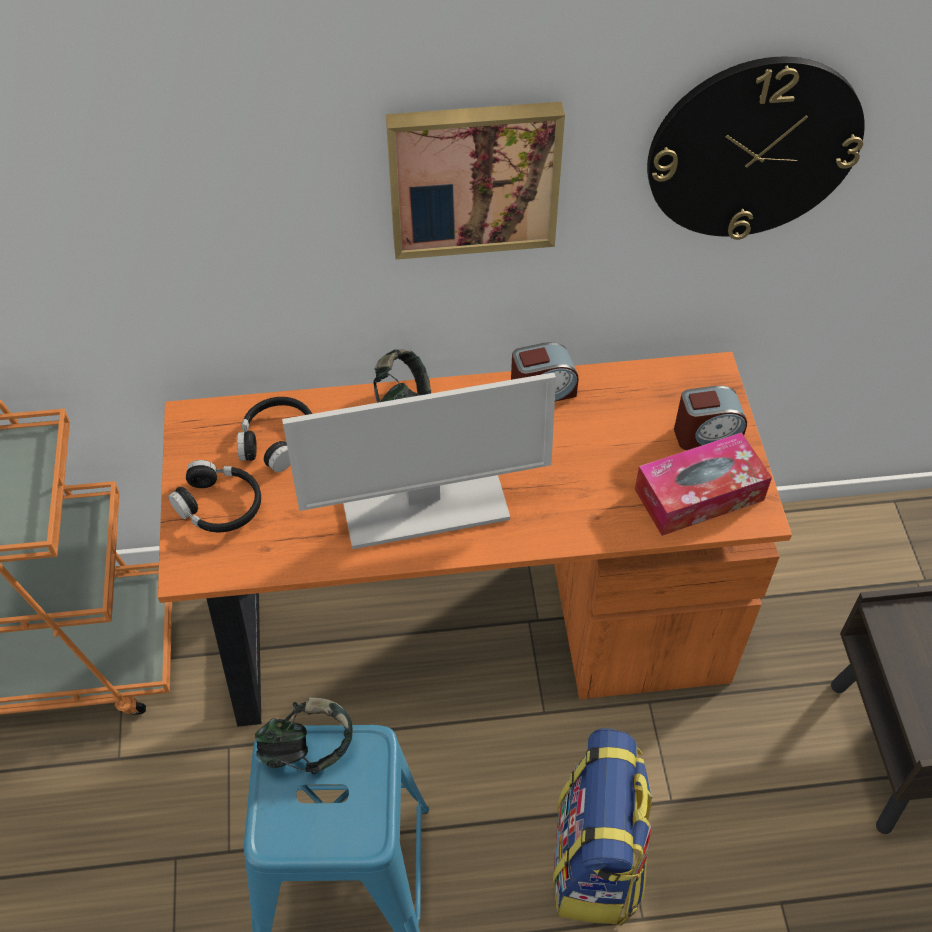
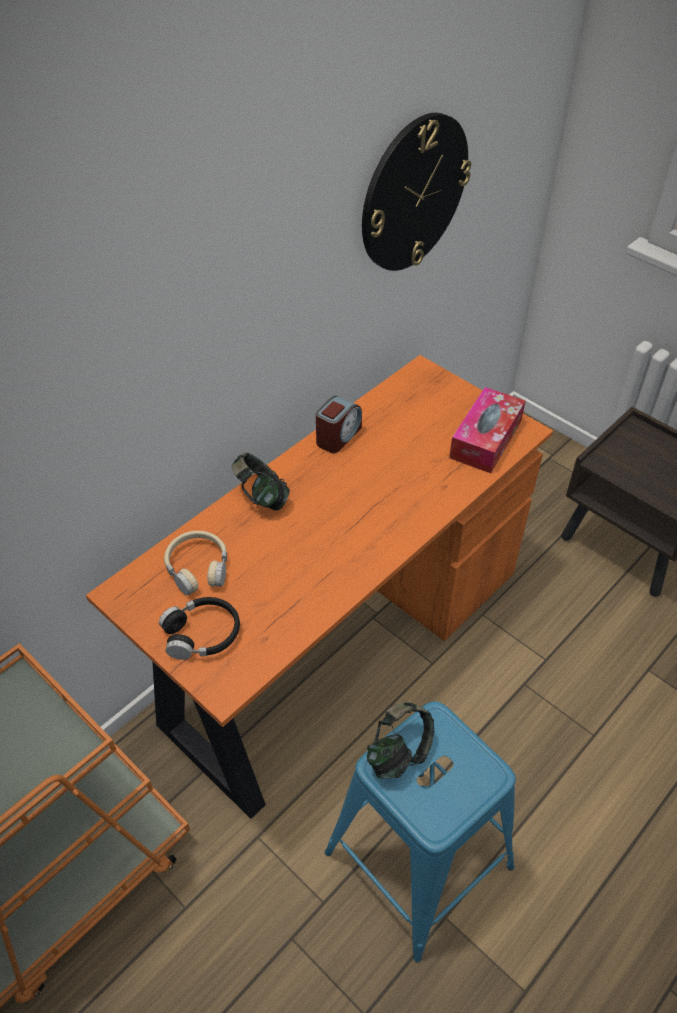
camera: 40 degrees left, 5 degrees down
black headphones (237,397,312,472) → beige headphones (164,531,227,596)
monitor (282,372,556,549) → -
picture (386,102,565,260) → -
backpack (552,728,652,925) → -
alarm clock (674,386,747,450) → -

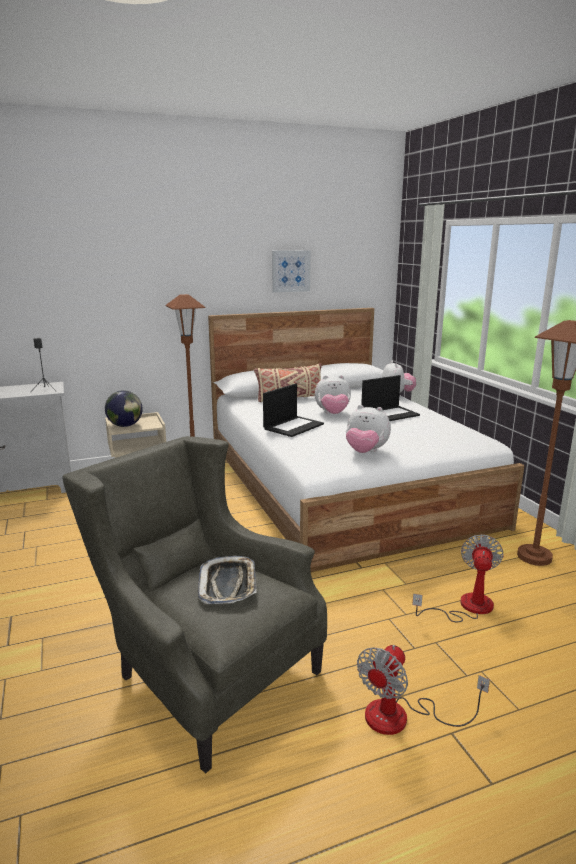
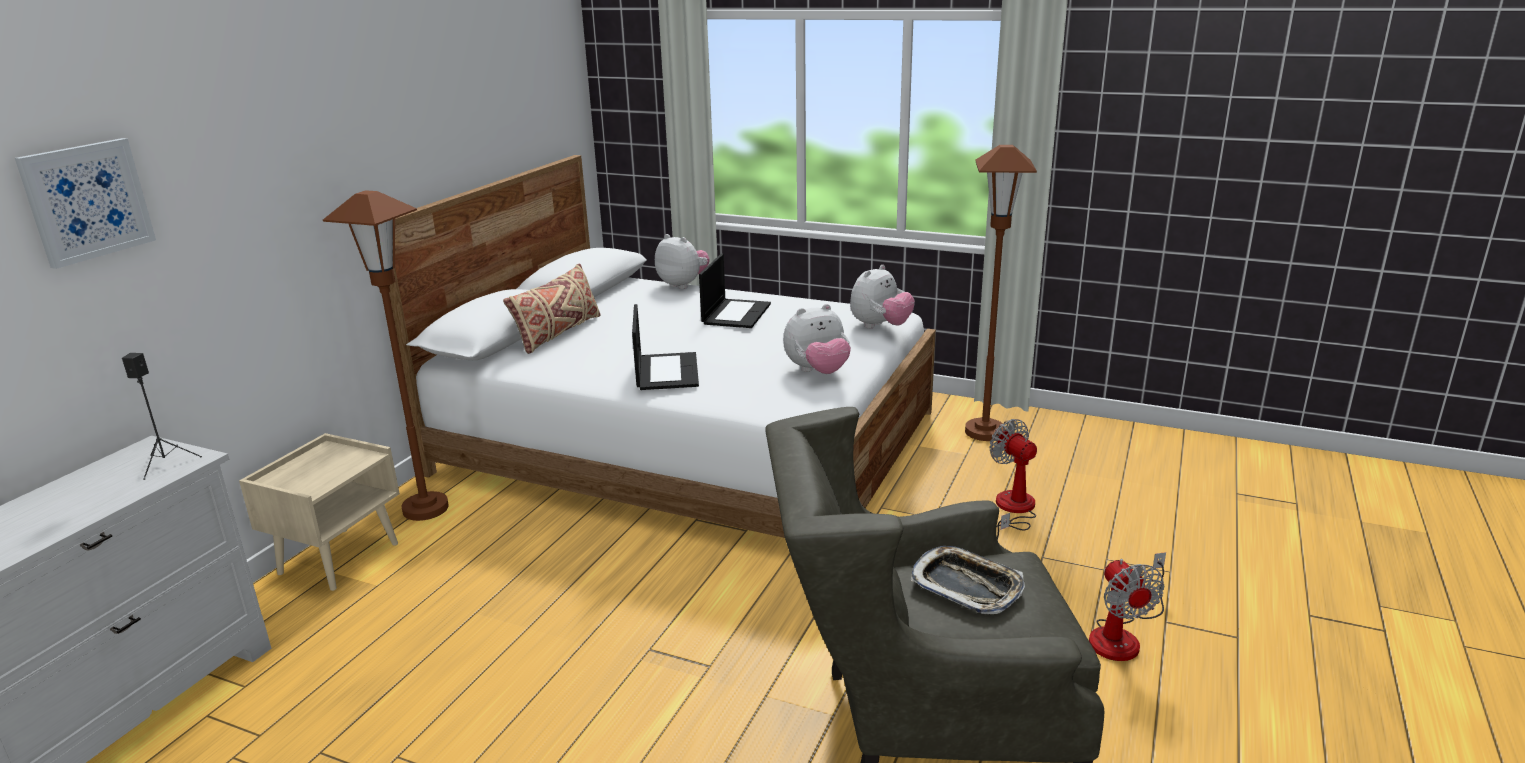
camera: 45 degrees left, 5 degrees up
globe (105,390,143,427) → -
picture (272,250,311,293) → picture (15,138,156,269), moved
plush toy (315,375,351,414) → plush toy (850,265,915,328), moved

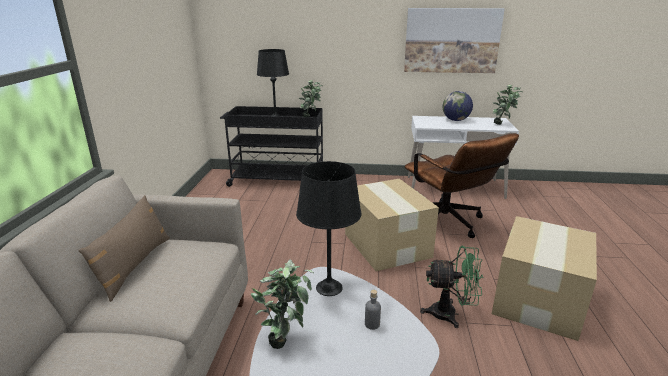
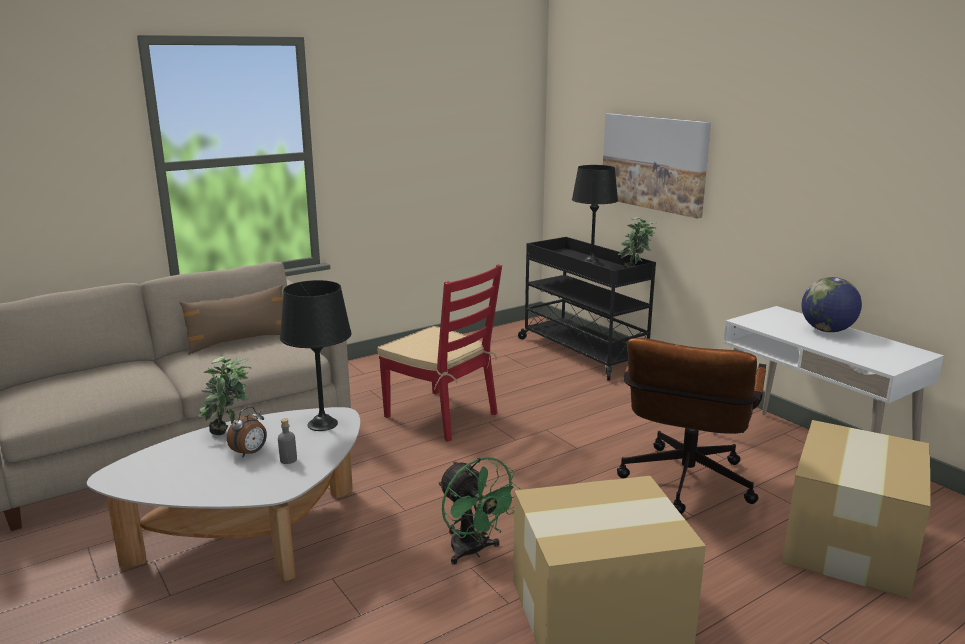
camera: 50 degrees right, 5 degrees down
cardboard box (345,179,439,271) → cardboard box (782,420,931,599), moved
picture (404,8,505,73) → picture (603,113,711,219), moved
potted plant (493,85,523,125) → -
- → alarm clock (227,406,267,457)
- → red chair (377,264,502,442)

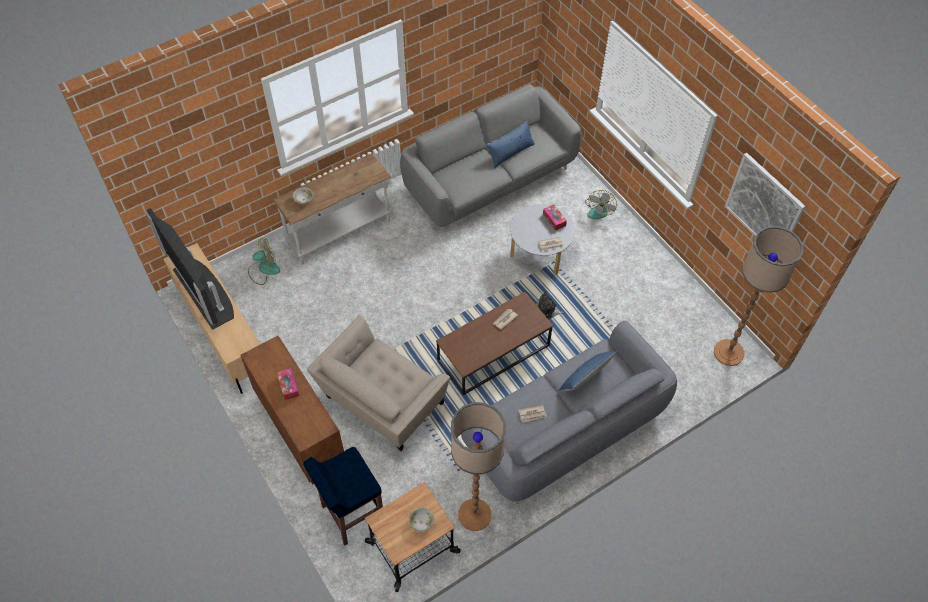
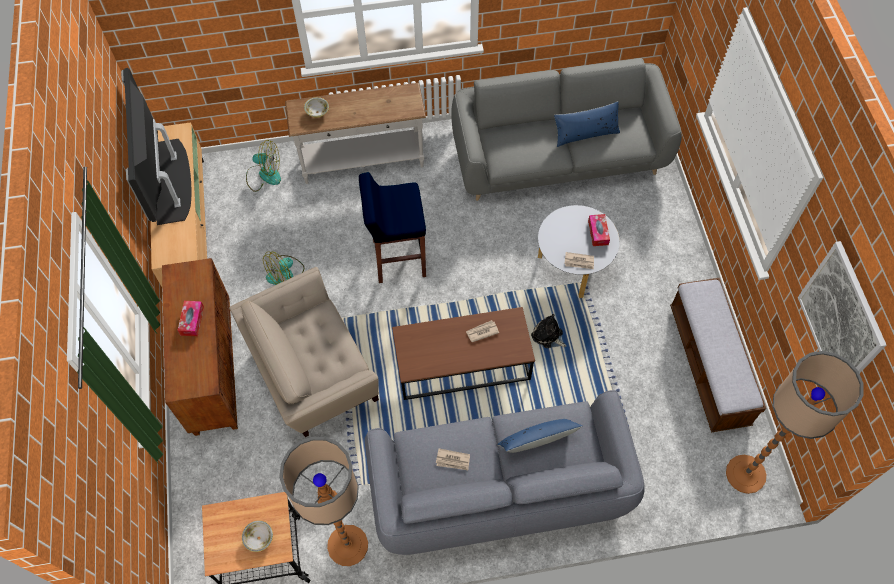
camera: 25 degrees right, 5 degrees up
blue stool (303,447,383,546) → blue stool (359,172,426,283), moved
fan (585,190,617,219) → fan (263,252,304,285), moved
- → bench (670,278,766,433)

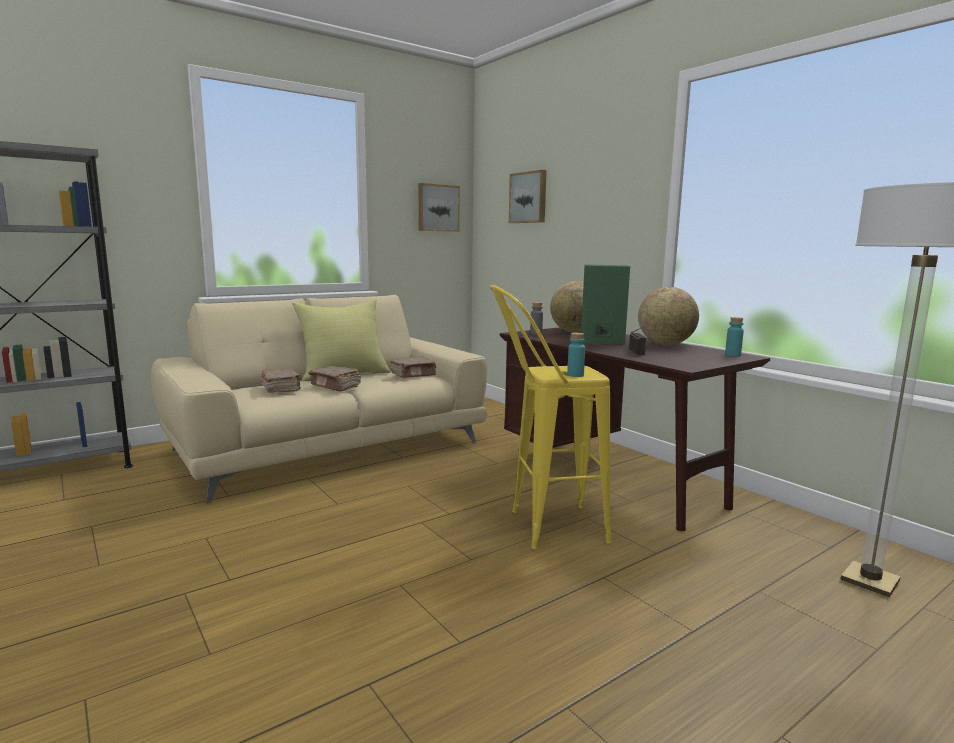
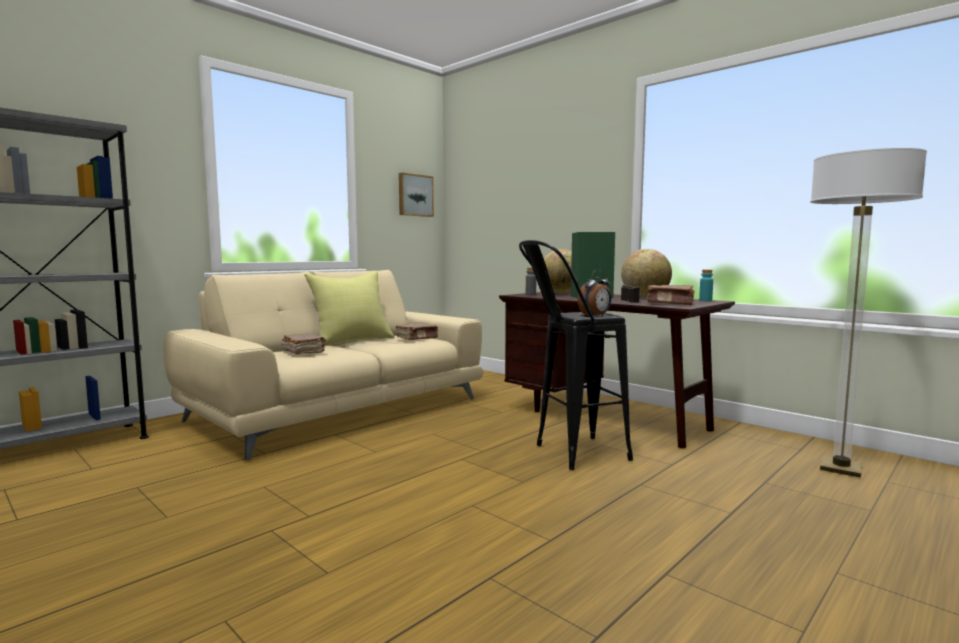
camera: 10 degrees left, 5 degrees down
brown book (308,366,361,391) → brown book (647,285,694,305), moved
yellow stool (490,285,612,549) → black stool (519,240,633,470)
picture (509,170,547,223) → -
turquoise bottle (567,333,585,377) → alarm clock (578,270,611,316)

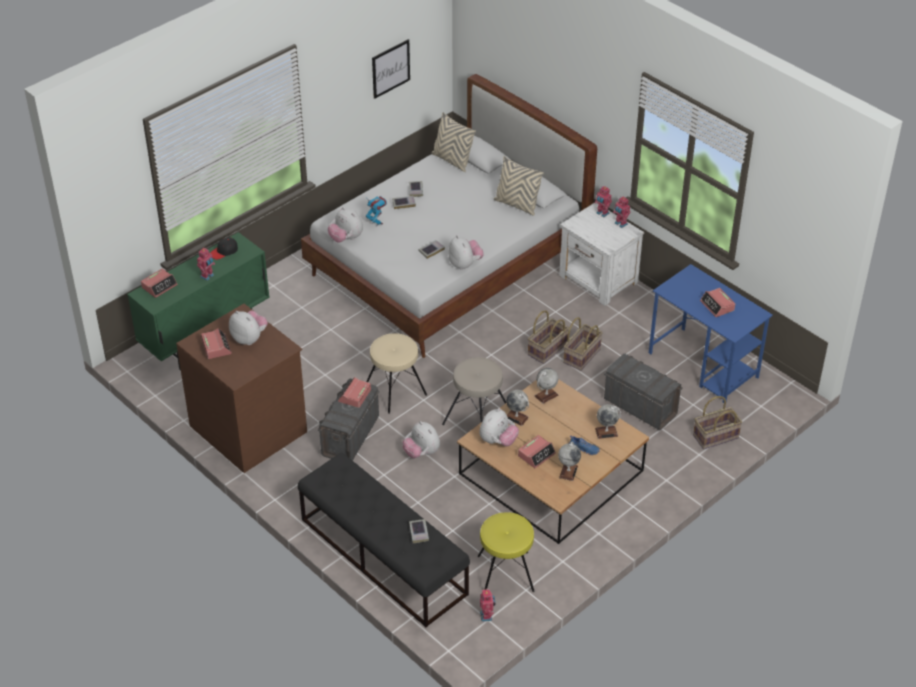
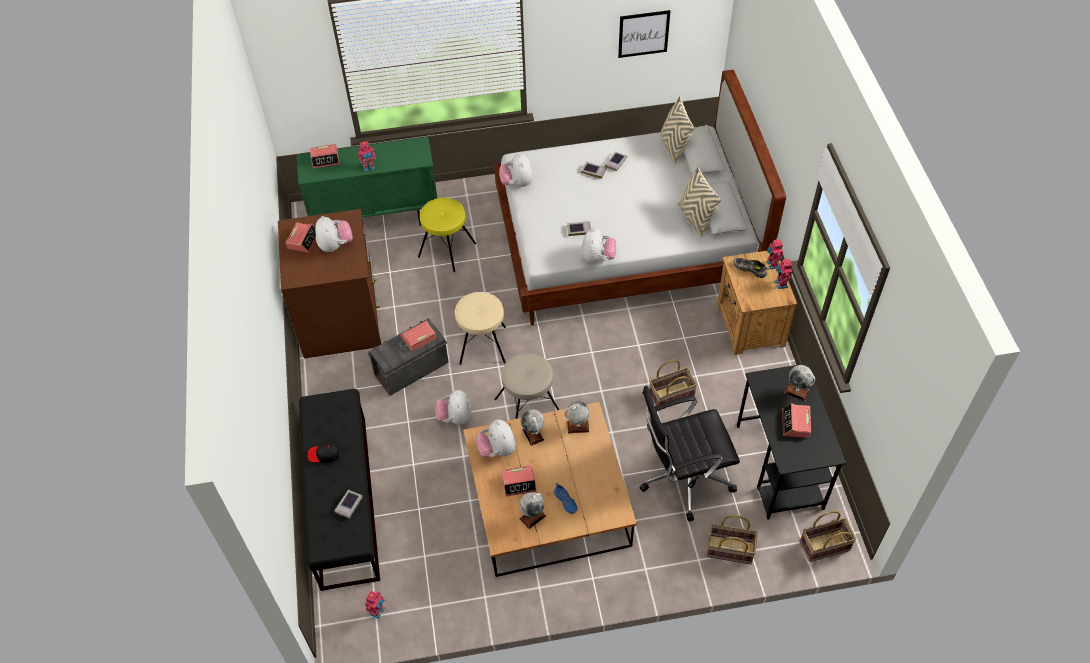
camera: 35 degrees right, 10 degrees up
black cap (210,237,238,260) → black cap (307,441,340,463), moved
toy robot (366,196,387,225) → -
yellow stool (477,512,535,592) → yellow stool (418,198,476,272), moved
plush toy (479,408,519,446) → plush toy (476,420,516,458), 90 degrees clockwise
basket (528,310,569,364) → basket (800,511,856,562), moved
white nightstand (559,203,644,306) → brown nightstand (717,251,797,355)
globe (595,404,621,439) → globe (784,365,815,401), moved
grey storage box (604,353,683,431) → black office chair (639,386,740,522)
blue desk (649,264,773,403) → black desk (737,363,846,520)
- → shoe (733,258,769,278)

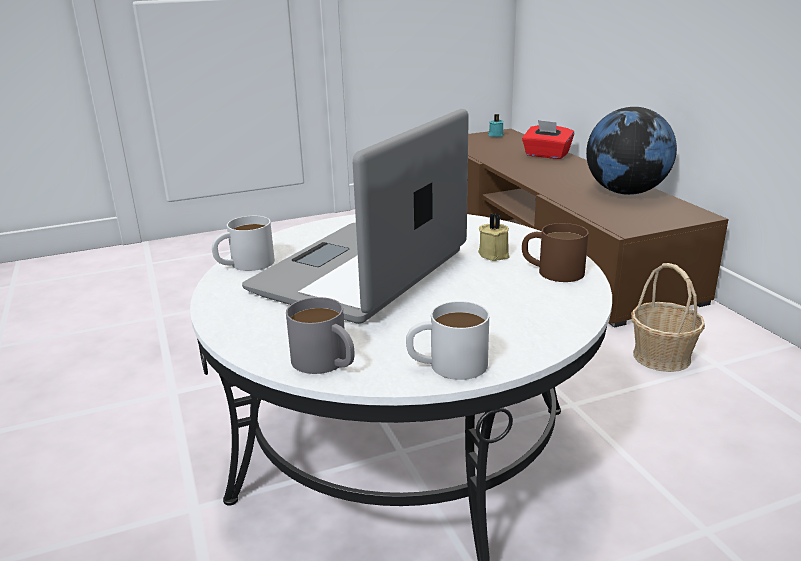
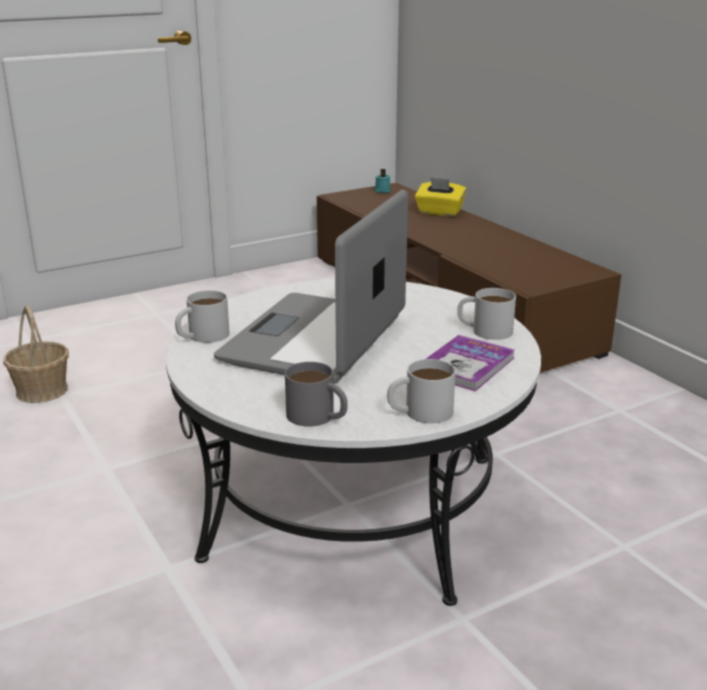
camera: 10 degrees left, 0 degrees up
beige candle (478,213,510,261) → -
red tissue box (522,120,574,159) → yellow tissue box (415,177,467,217)
brown mug (522,223,589,282) → white mug (457,288,516,340)
globe (586,107,677,195) → -
basket (631,263,705,372) → basket (3,305,69,403), moved
- → book (426,335,515,391)

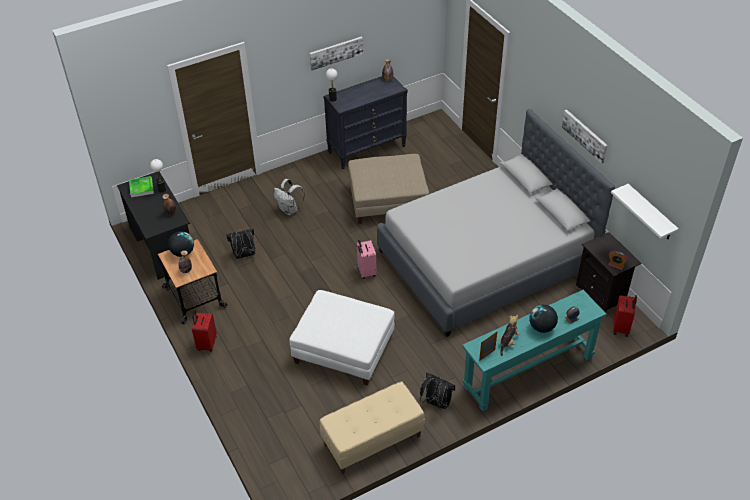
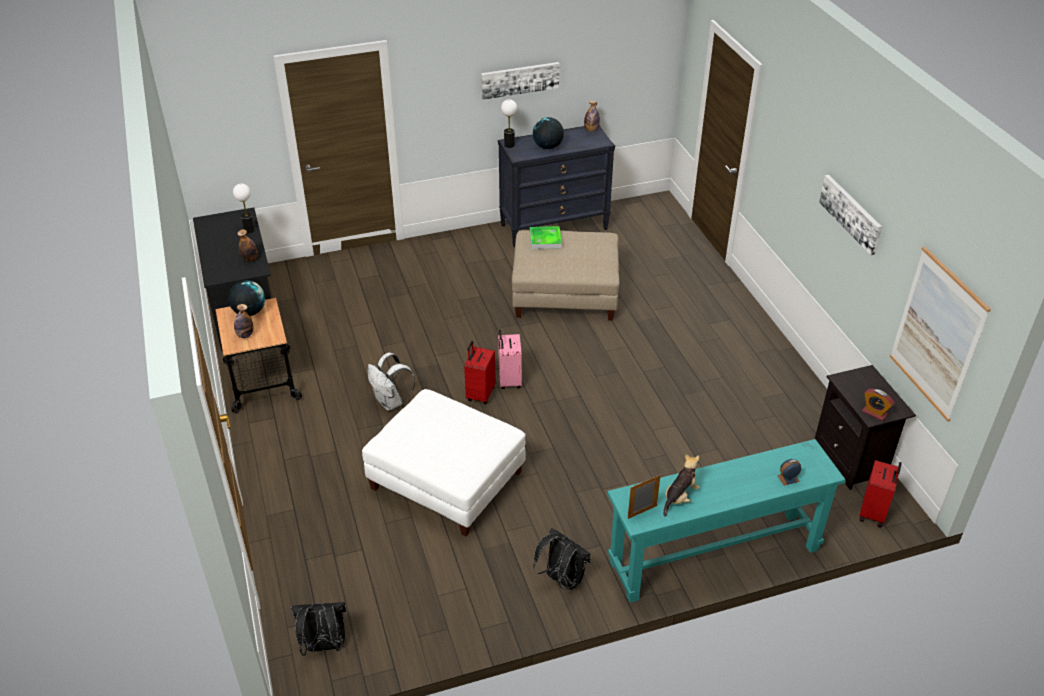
camera: 10 degrees right, 5 degrees down
tray (129,176,154,198) → tray (530,226,562,249), moved
red suitcase (192,310,217,352) → red suitcase (464,341,496,404), moved
black backpack (226,229,255,259) → black backpack (291,602,346,656), moved
white backpack (274,179,305,215) → white backpack (368,353,415,411), moved
beige bench (320,381,425,474) → -
grey bed (377,109,615,337) → -
globe (529,305,558,333) → globe (533,117,564,149), moved
white shelf (611,184,679,239) → picture (890,246,991,422)

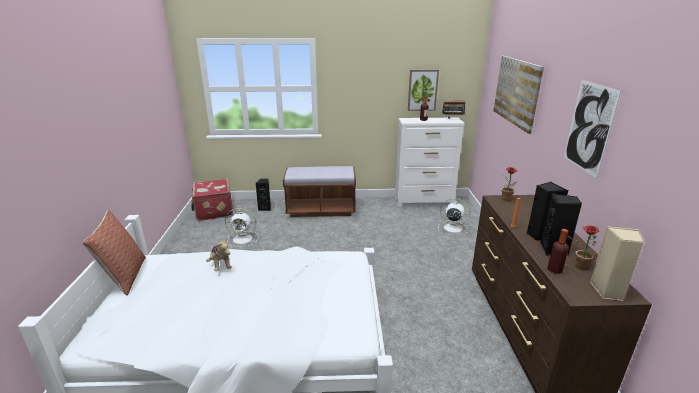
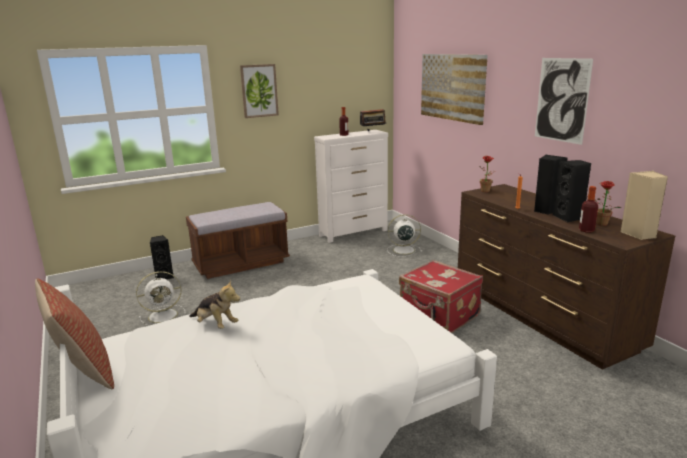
camera: 25 degrees left, 5 degrees down
red suitcase (191,178,233,221) → red suitcase (399,260,483,333), moved
picture (408,70,439,111) → picture (240,64,279,118), moved

